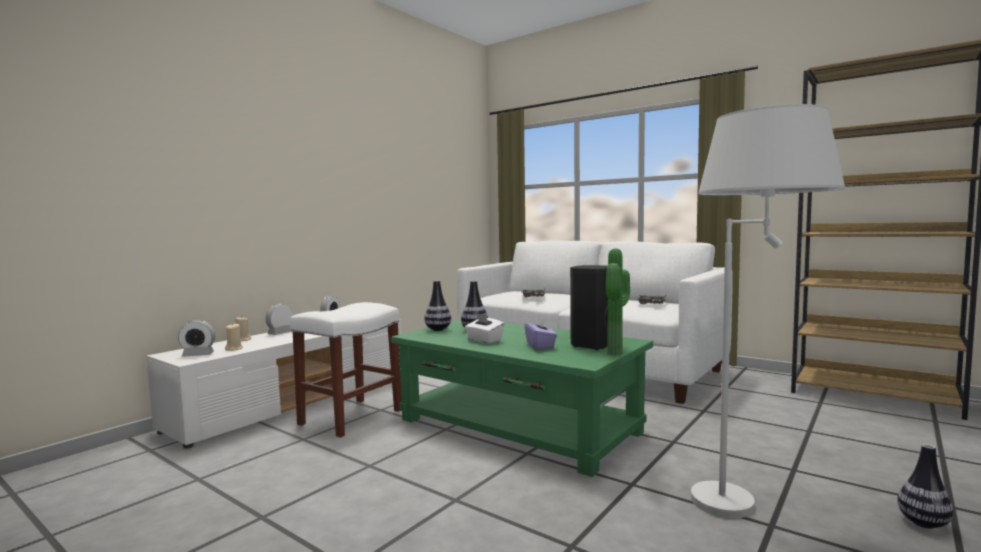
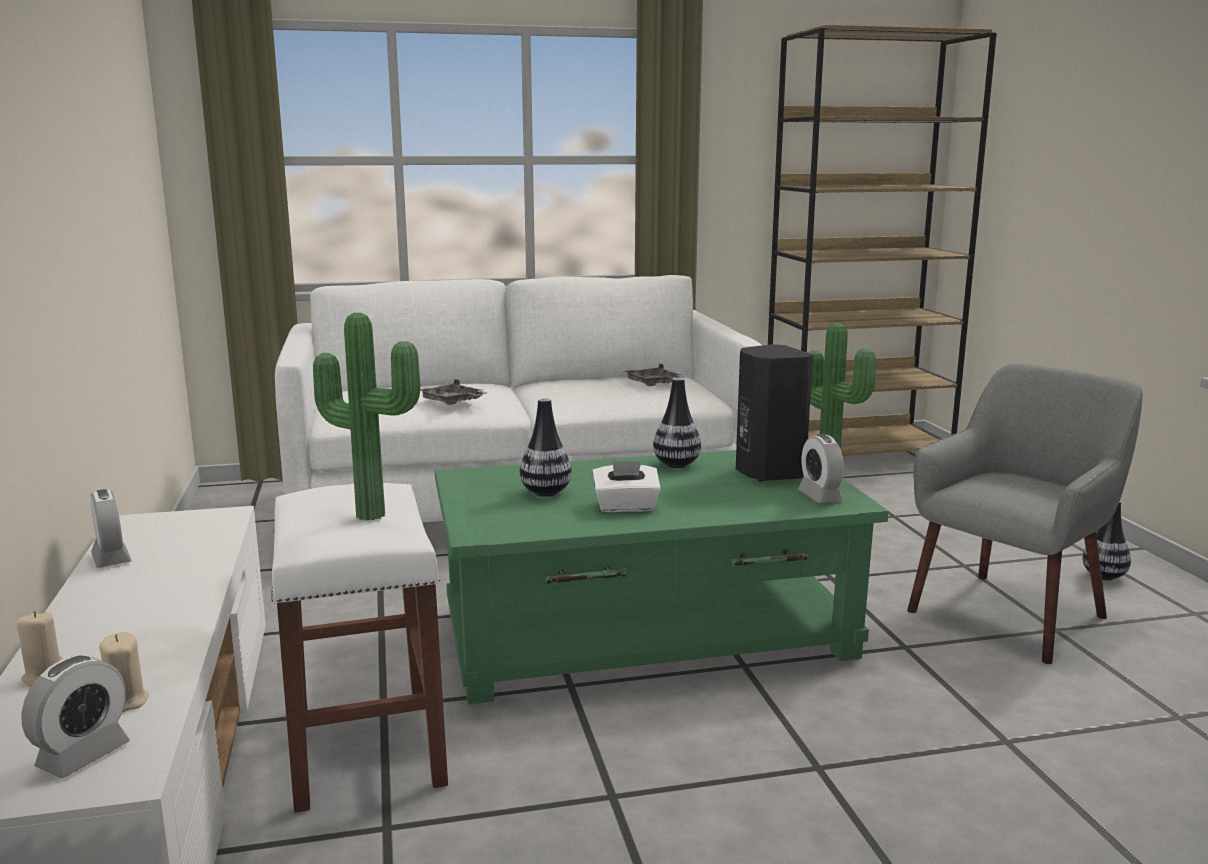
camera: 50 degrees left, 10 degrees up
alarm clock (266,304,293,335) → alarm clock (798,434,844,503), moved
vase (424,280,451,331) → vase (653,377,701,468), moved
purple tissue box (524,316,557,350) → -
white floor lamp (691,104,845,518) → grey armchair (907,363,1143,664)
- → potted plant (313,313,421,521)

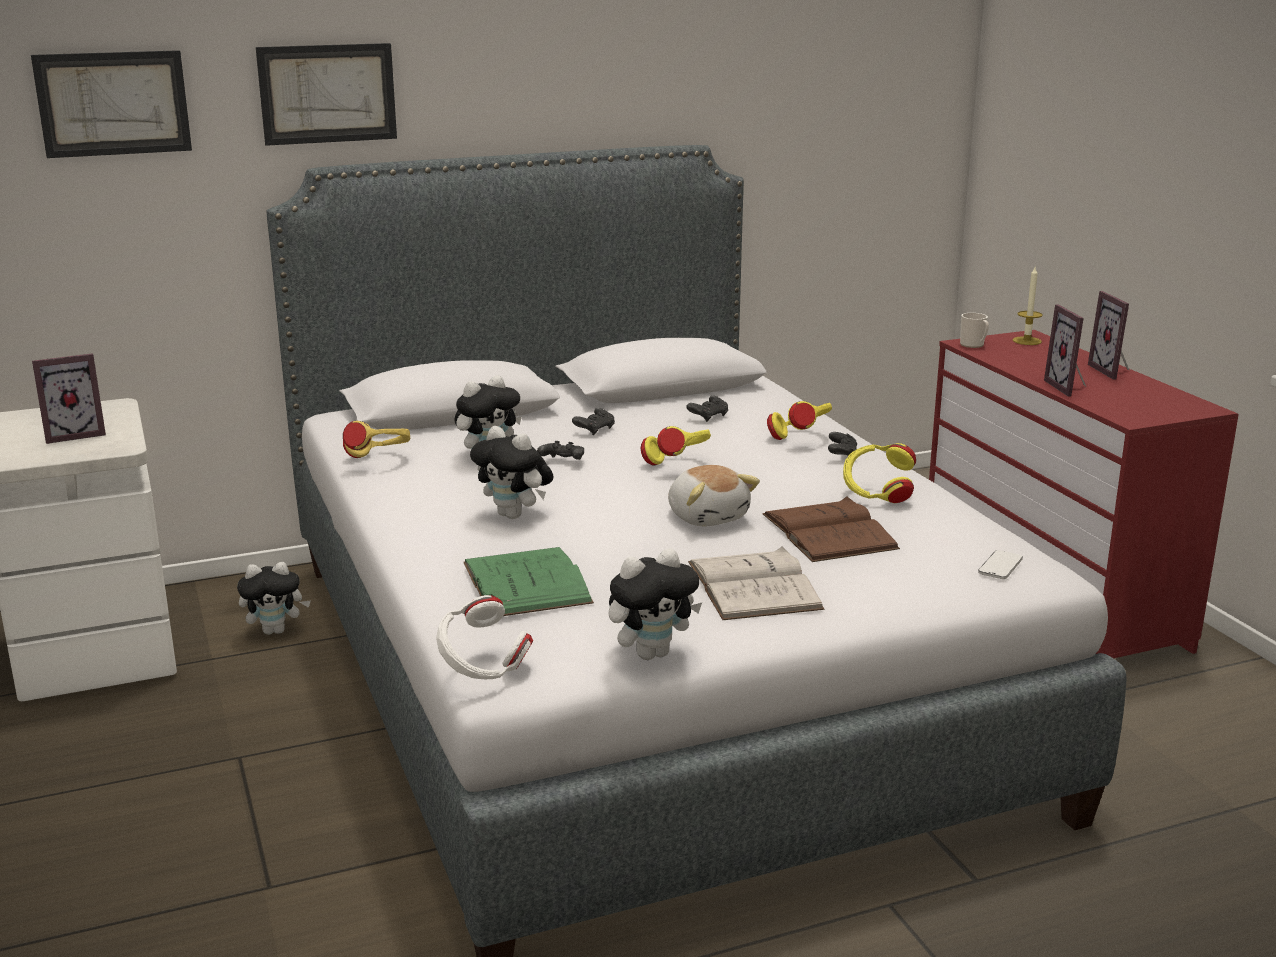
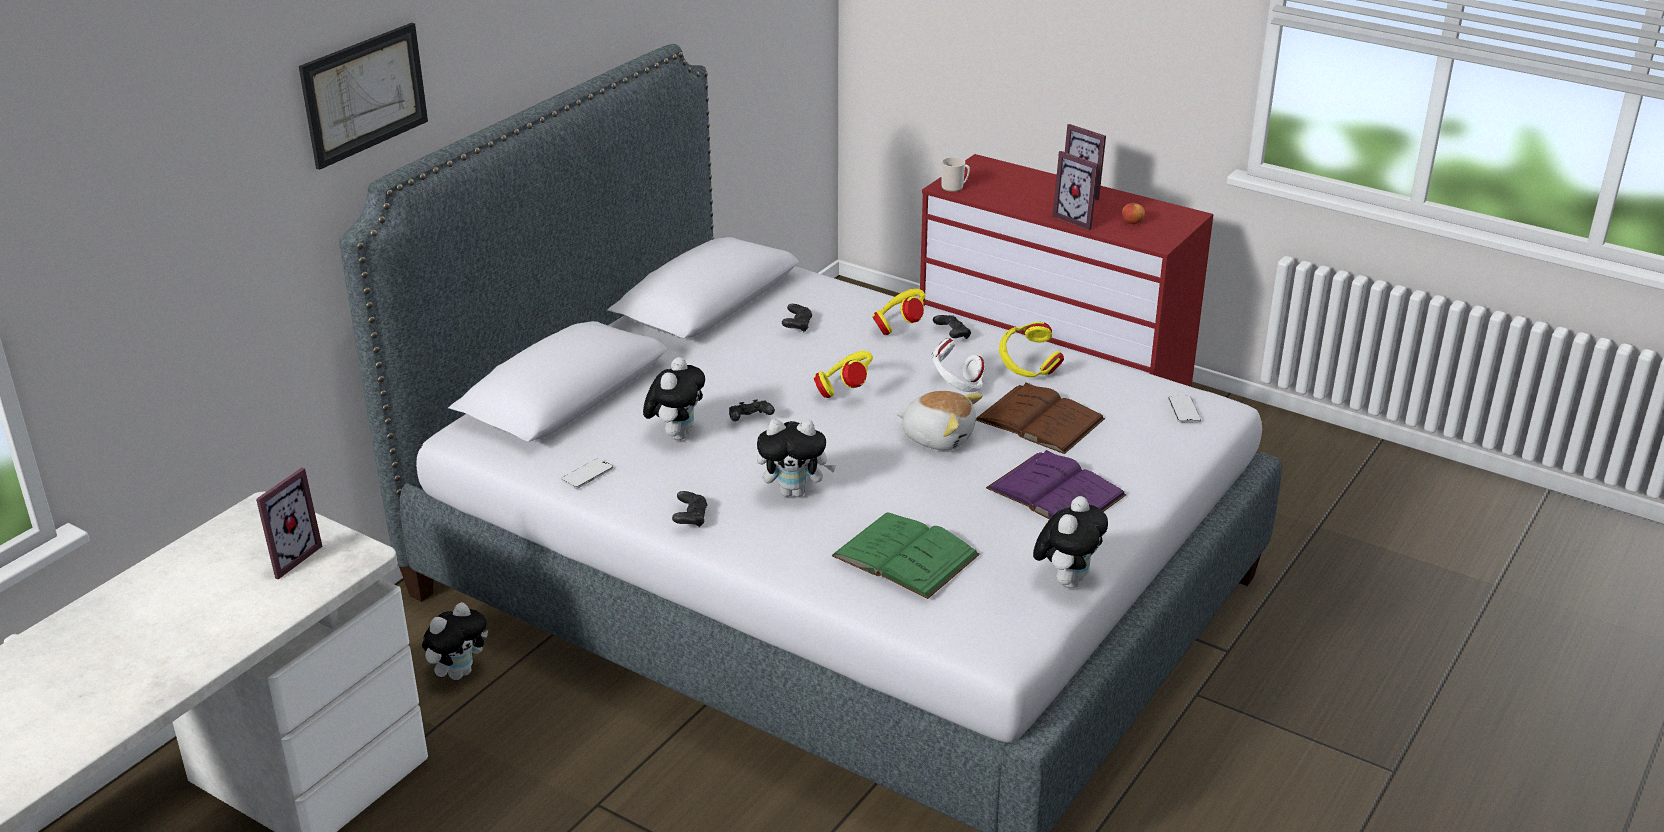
camera: 35 degrees left, 10 degrees up
picture (31,50,192,158) → -
yellow headphones (343,421,410,458) → phone (561,458,613,489)
white headphones (436,595,533,679) → white headphones (932,338,985,392), moved
black game controller (572,408,615,435) → black game controller (672,491,708,528), moved
white book (688,547,825,620) → purple book (986,450,1126,519)
candle (1013,267,1043,345) → -
- → apple (1122,203,1145,224)

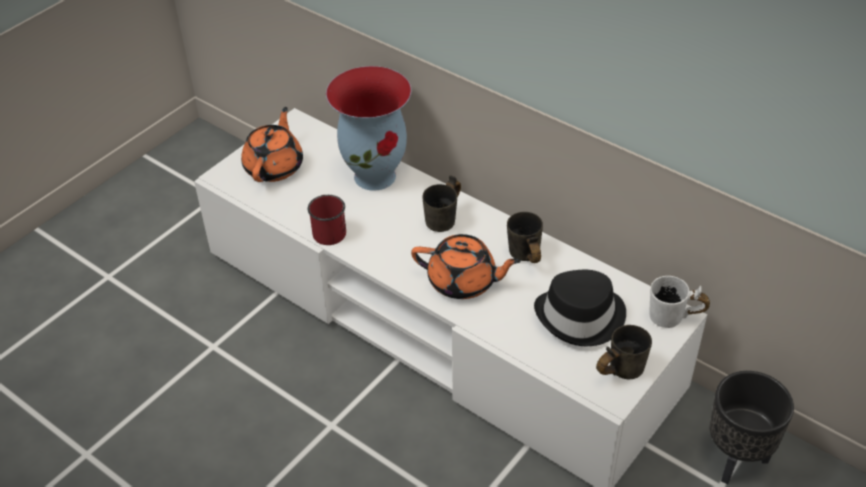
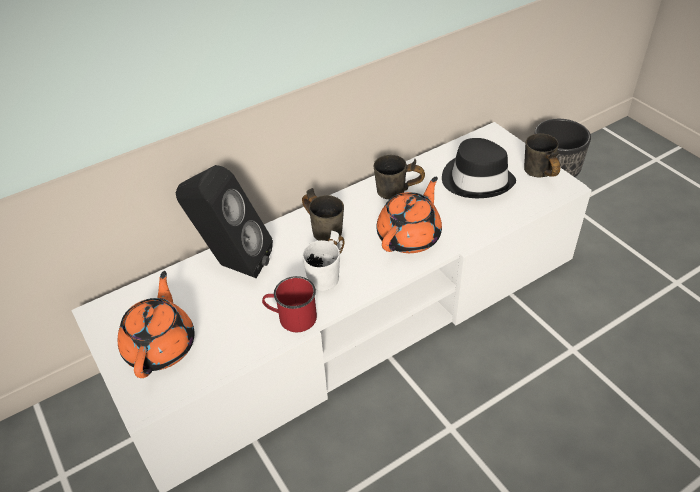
camera: 70 degrees left, 0 degrees up
orange teapot (241,107,303,182) → orange teapot (118,271,195,378), 60 degrees clockwise
vase (326,66,411,191) → black speaker (176,165,273,278)
white mug (649,276,710,328) → white mug (302,231,345,291), moved

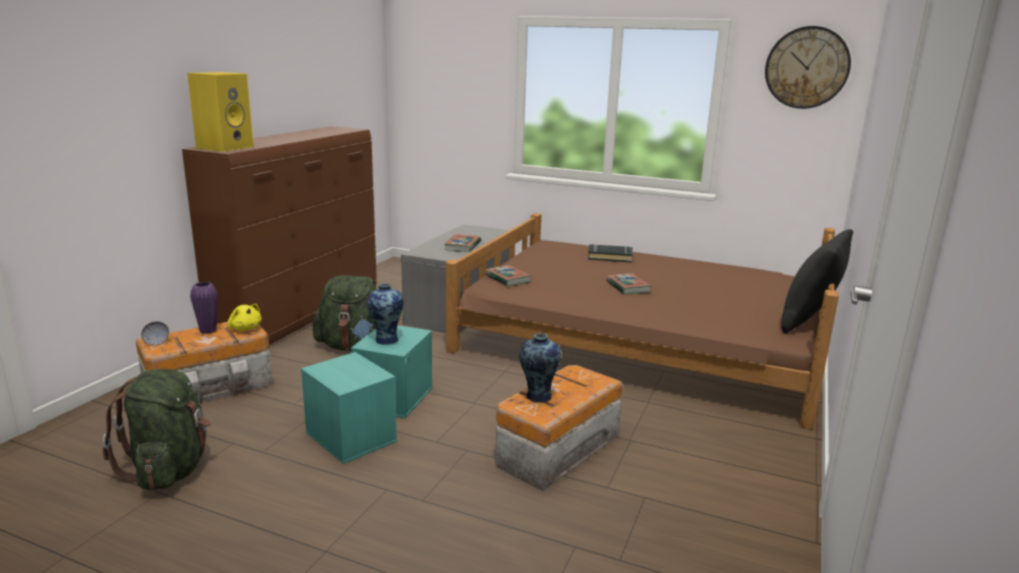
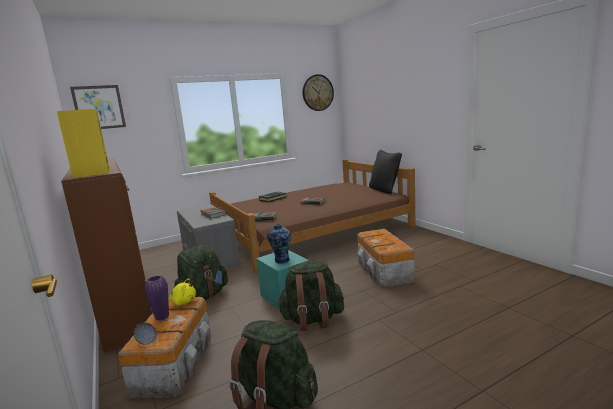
camera: 50 degrees left, 5 degrees down
turquoise storage box (301,352,397,464) → green backpack (277,261,344,331)
vase (519,333,561,403) → -
- → picture (70,85,126,129)

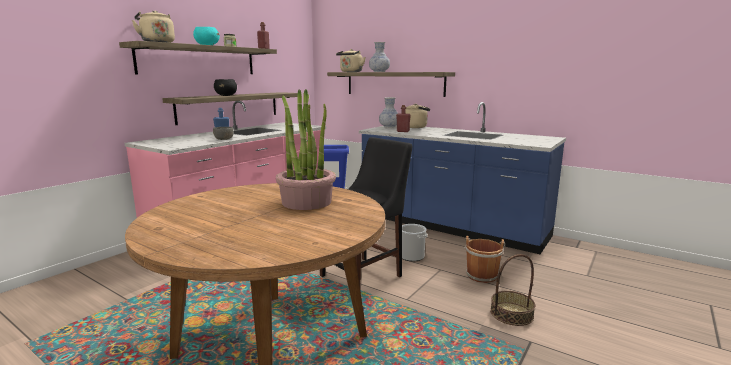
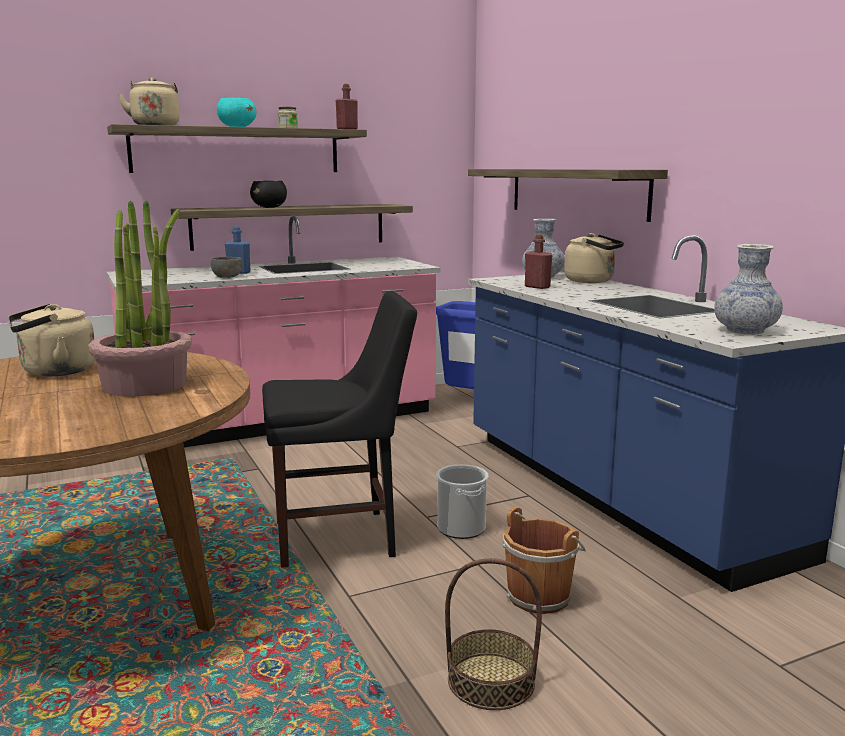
camera: 30 degrees right, 0 degrees up
beige kettle (336,49,366,72) → beige kettle (8,304,95,377), moved
vase (369,42,390,72) → vase (714,244,783,334), moved

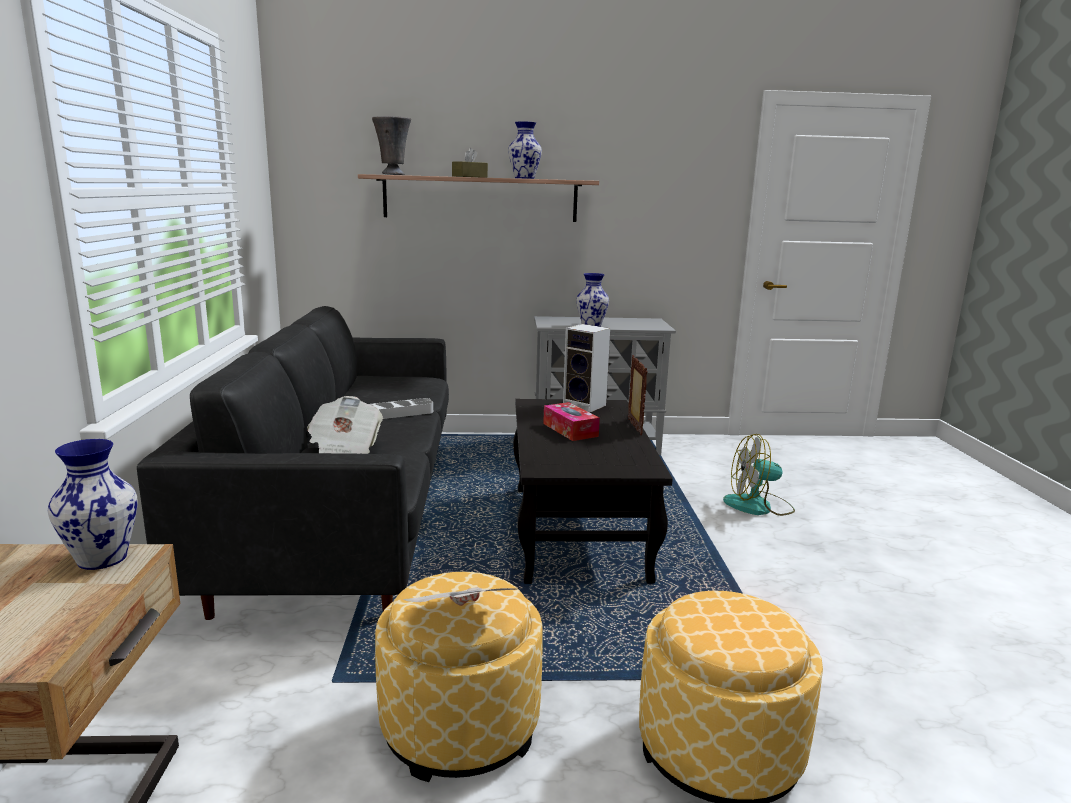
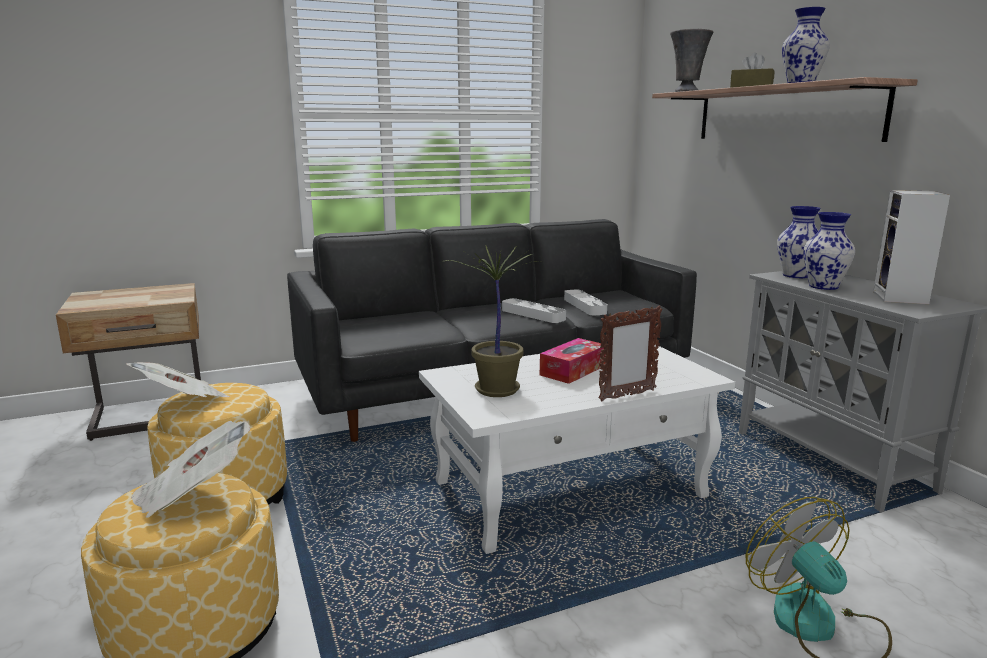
camera: 70 degrees right, 0 degrees up
vase (48,439,138,570) → vase (777,206,821,278), moved
newspaper (307,396,383,454) → newspaper (131,421,250,518), moved
black coffee table (513,399,673,584) → white coffee table (419,345,735,554)
speaker (563,324,610,412) → speaker (873,190,950,304), moved
- → potted plant (446,245,539,397)
- → grey tray (564,290,607,316)

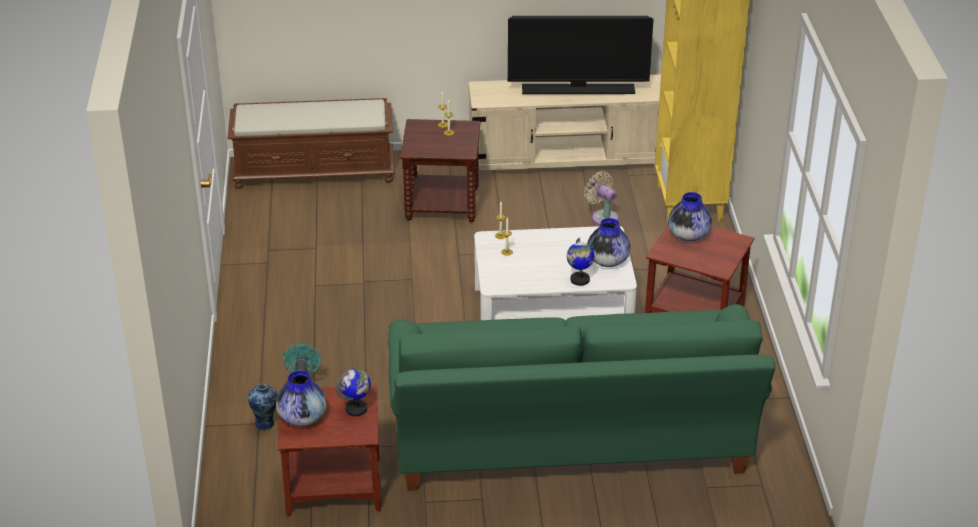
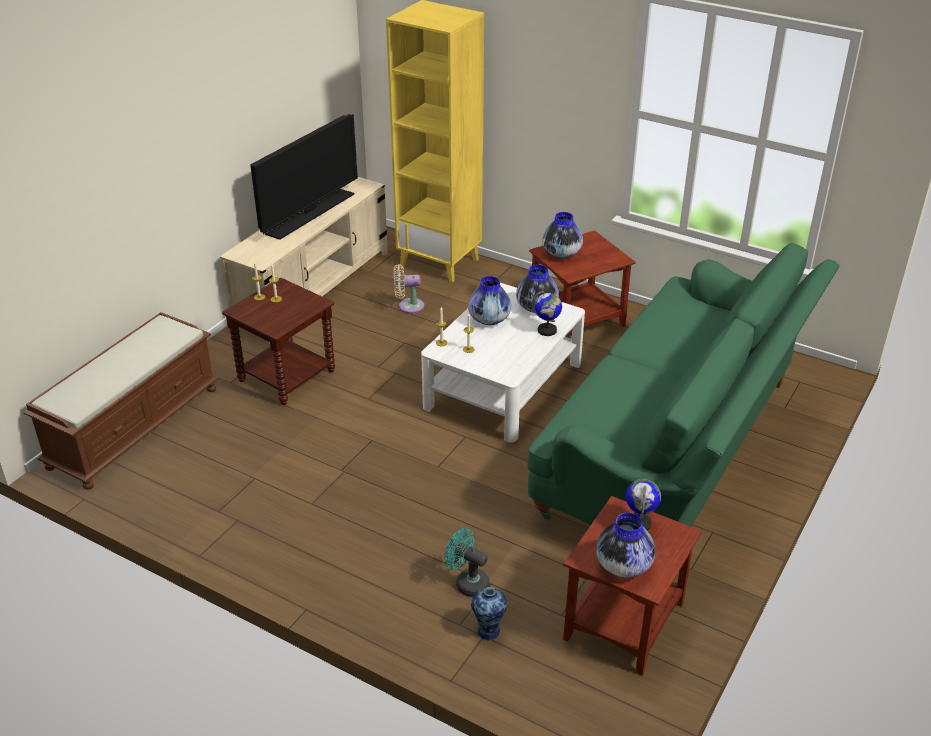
camera: 55 degrees left, 0 degrees up
- → vase (468,276,511,325)

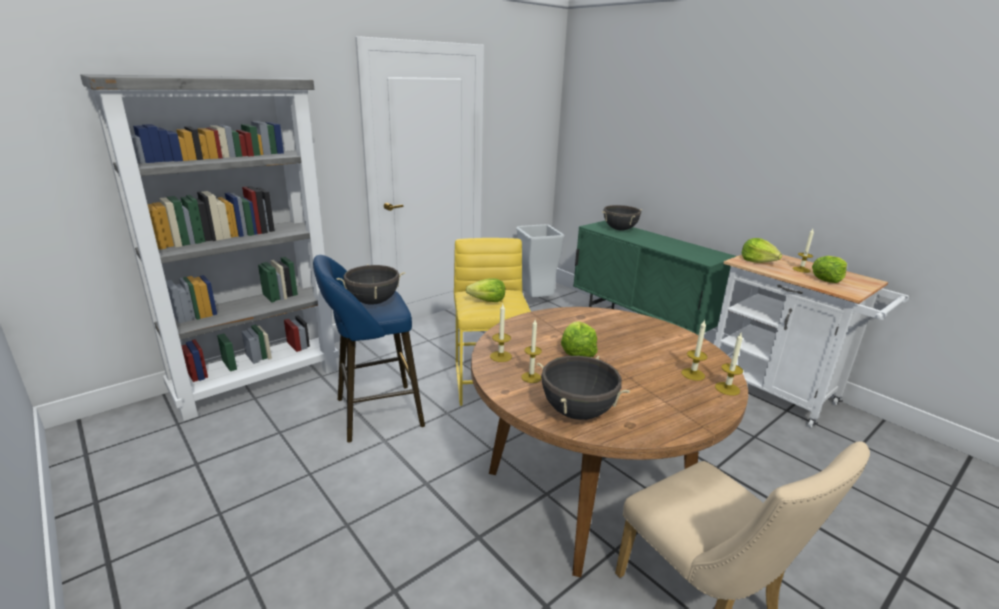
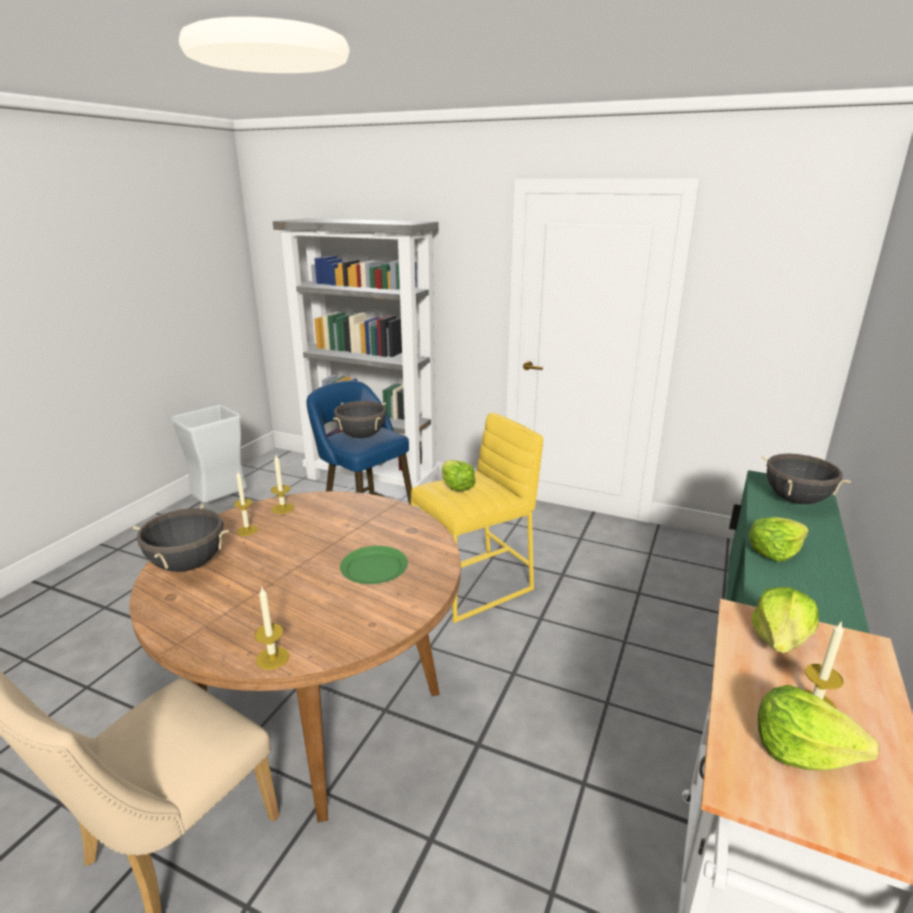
camera: 65 degrees right, 0 degrees up
grey trash can (516,224,565,297) → grey trash can (171,405,246,502), moved
lettuce (561,321,598,357) → lettuce (749,517,809,562), moved
candle (681,319,707,381) → -
- → green plate (340,546,408,584)

